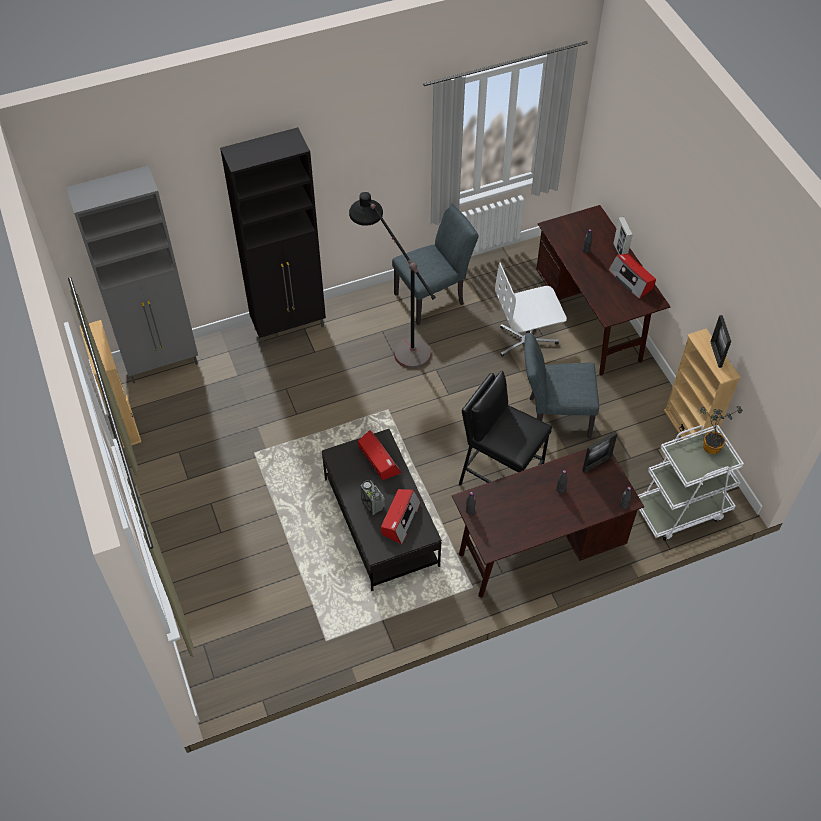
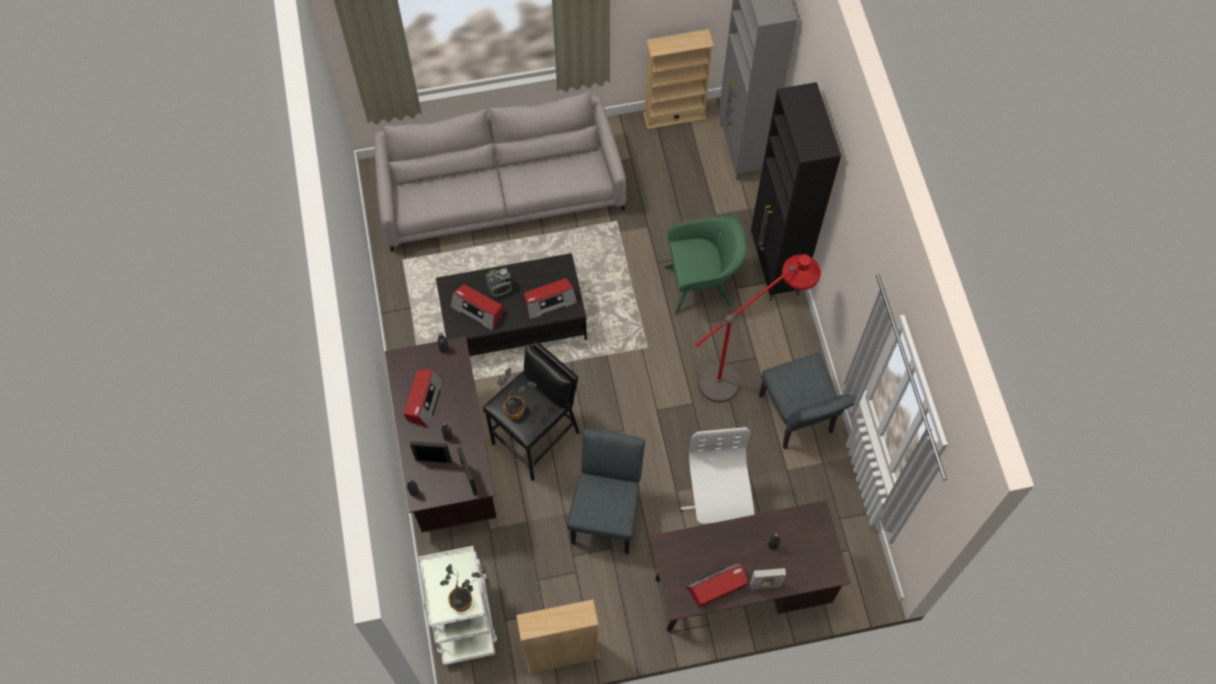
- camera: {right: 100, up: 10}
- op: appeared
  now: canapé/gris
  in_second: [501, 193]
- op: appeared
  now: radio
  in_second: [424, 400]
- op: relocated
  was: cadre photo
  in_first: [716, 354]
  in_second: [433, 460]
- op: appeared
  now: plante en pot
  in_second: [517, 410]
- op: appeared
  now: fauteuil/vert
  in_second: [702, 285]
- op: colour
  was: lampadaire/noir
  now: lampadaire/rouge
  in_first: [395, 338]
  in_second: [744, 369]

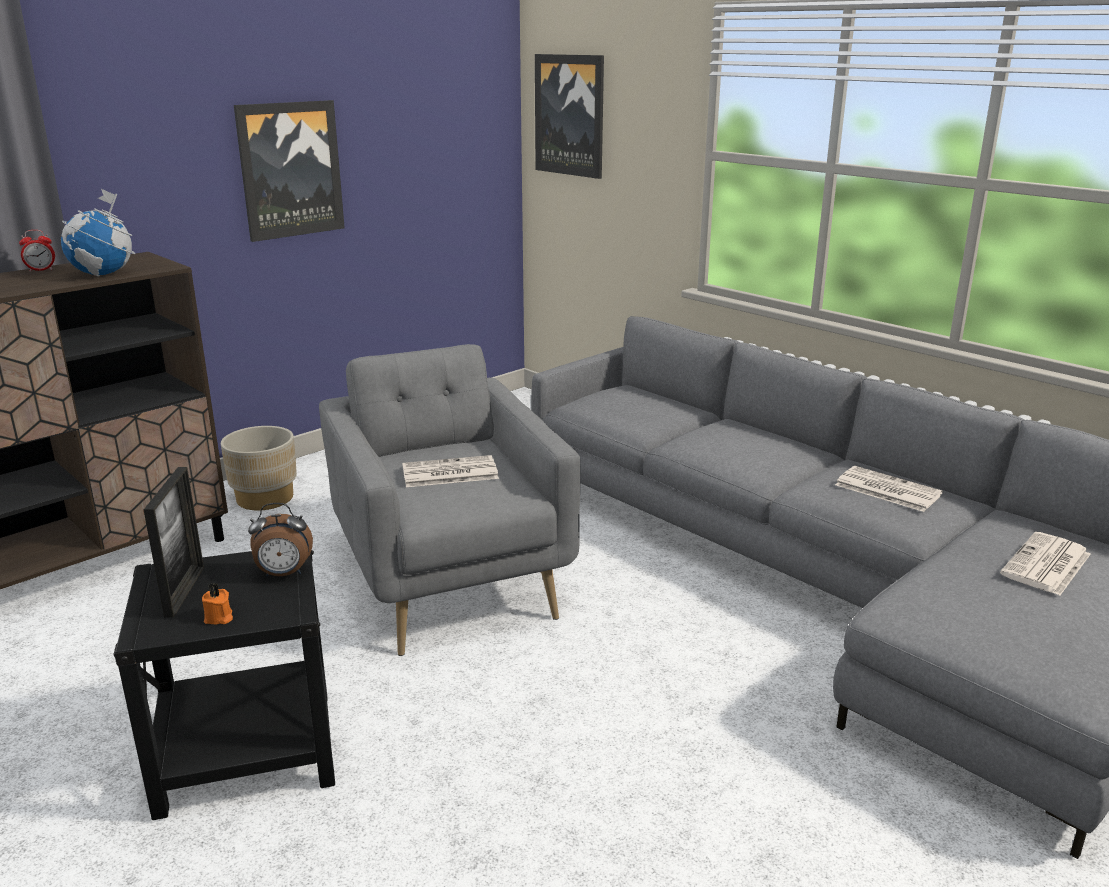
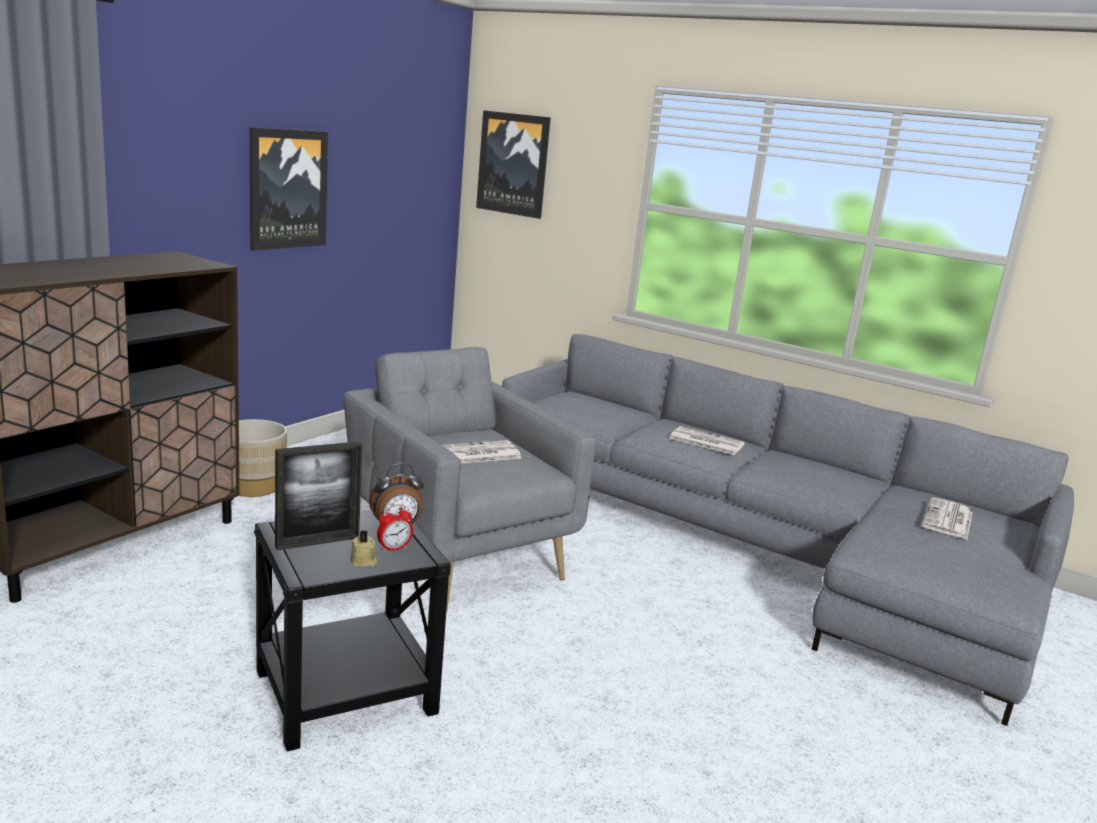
- camera: {right: -15, up: -5}
- op: spun
  was: cadre photo
  in_first: [184, 591]
  in_second: [317, 542]
  clockwise: 75
- op: colour
  was: bougie/orange
  now: bougie/beige
  in_first: [219, 618]
  in_second: [363, 562]
- op: relocated
  was: réveil
  in_first: [41, 270]
  in_second: [394, 548]
- op: relocated
  was: journal
  in_first: [886, 489]
  in_second: [705, 441]
- op: missing
  was: globe
  in_first: [104, 274]

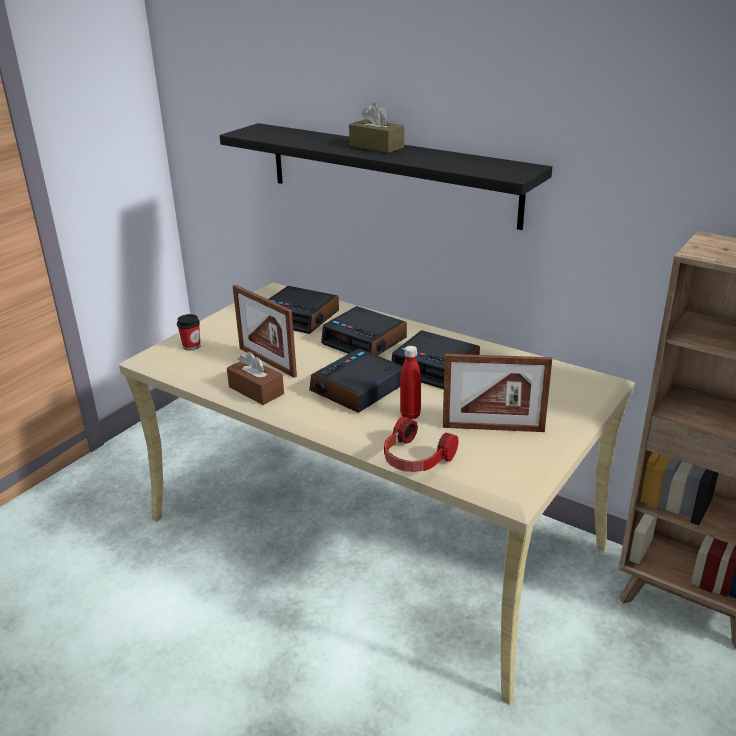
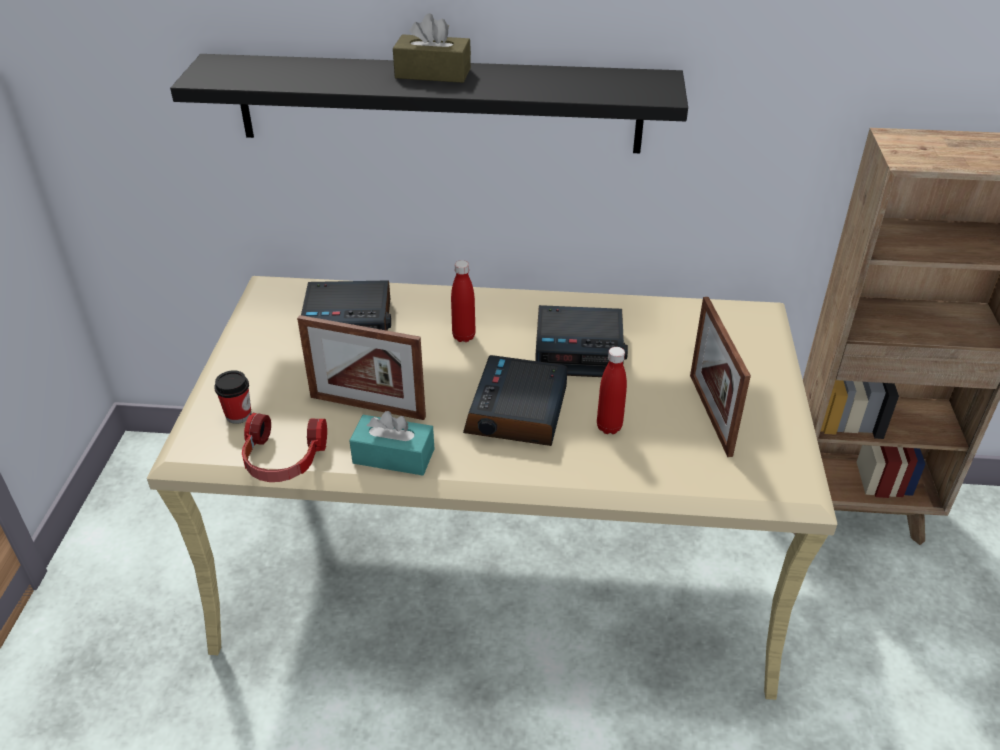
- camera: {right: -30, up: 10}
- op: relocated
  was: casque audio
  in_first: [415, 459]
  in_second: [283, 460]
- op: colour
  was: boîte à mouchoirs/marron
  now: boîte à mouchoirs/turquoise
  in_first: [256, 390]
  in_second: [393, 456]
- op: exchanged
  was: réveil
  now: bouteille/rouge
  in_first: [365, 341]
  in_second: [464, 336]
- op: spun
  was: cadre photo
  in_first: [493, 428]
  in_second: [710, 414]
  clockwise: 105

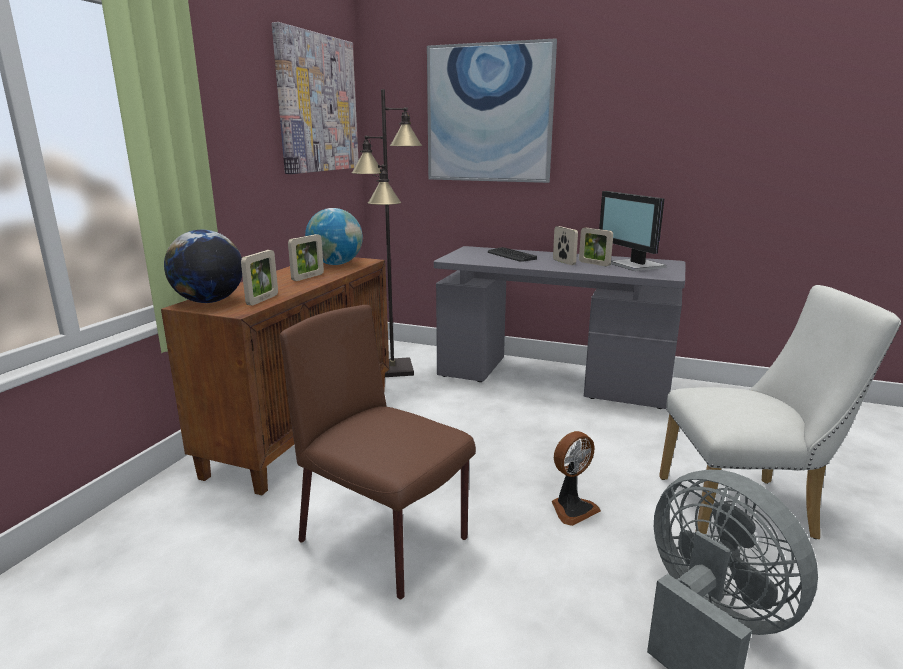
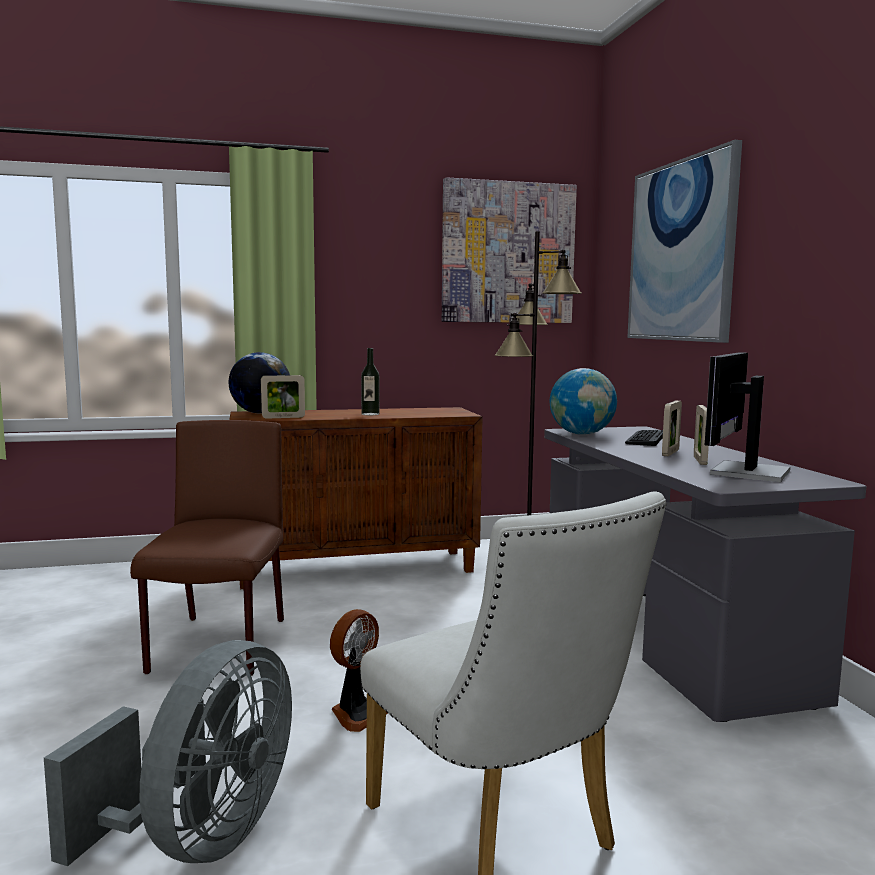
- camera: {right: 55, up: -10}
- op: spun
  was: ventilateur
  in_first: [572, 508]
  in_second: [357, 713]
  clockwise: -75
- op: exchanged
  was: cadre photo
  now: bouteille
  in_first: [308, 277]
  in_second: [370, 414]
- op: relocated
  was: globe
  in_first: [336, 264]
  in_second: [581, 434]

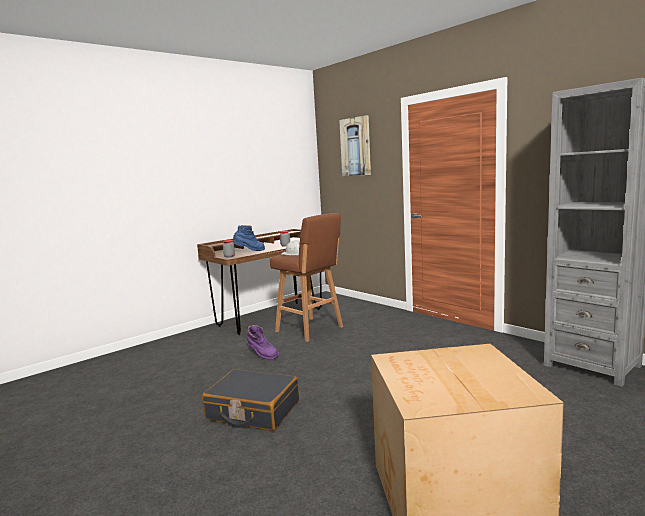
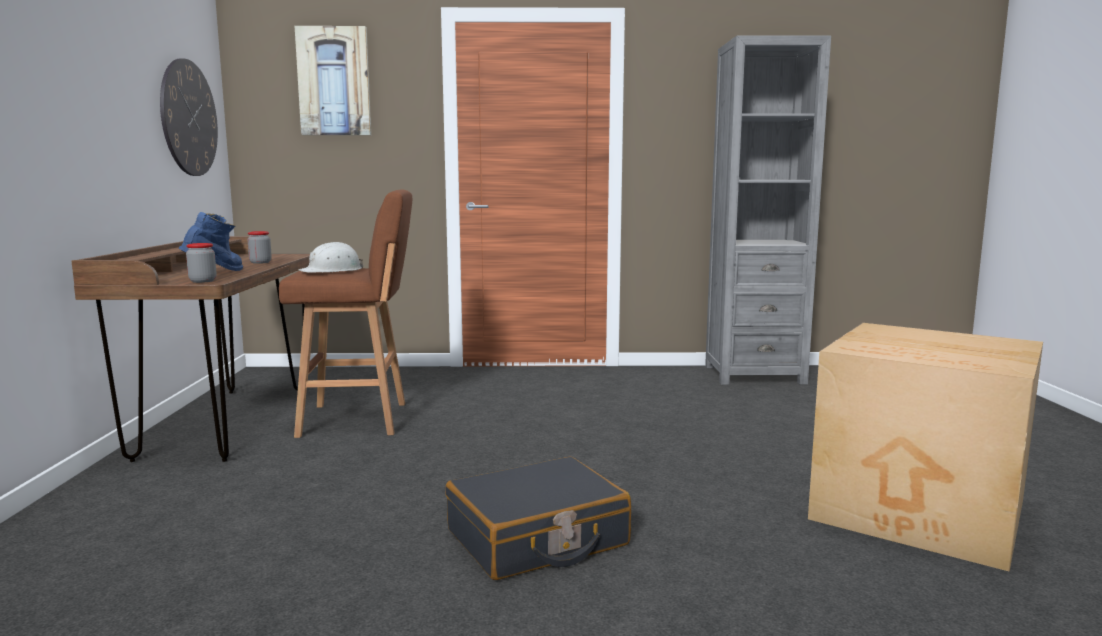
- camera: {right: -50, up: 0}
- op: appeared
  now: horloge murale
  in_second: [189, 118]
- op: missing
  was: botte/violet
  in_first: [262, 356]

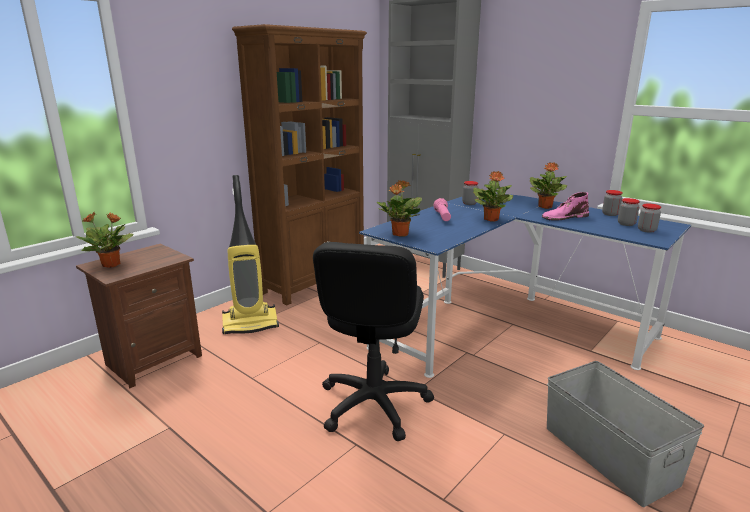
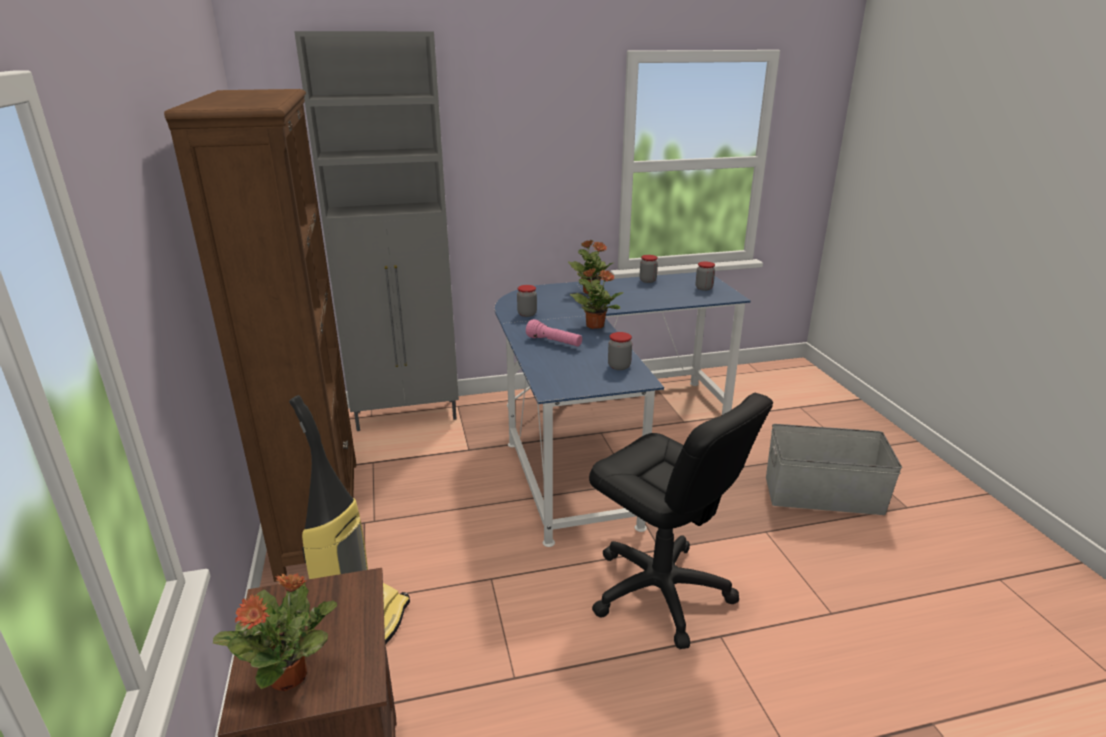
- camera: {right: -55, up: 5}
- op: relocated
  was: bocal
  in_first: [626, 224]
  in_second: [619, 366]
- op: missing
  was: plante en pot
  in_first: [399, 234]
- op: missing
  was: botte/rose
  in_first: [564, 217]

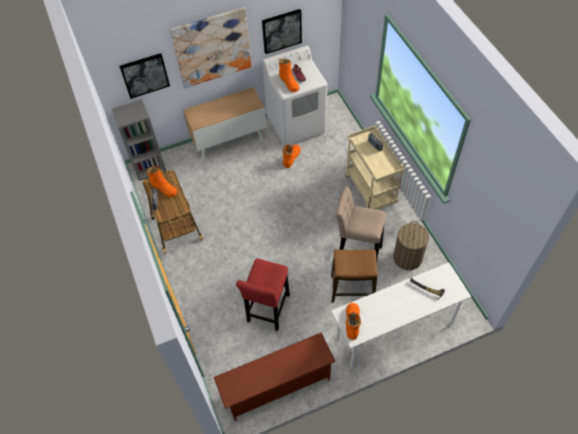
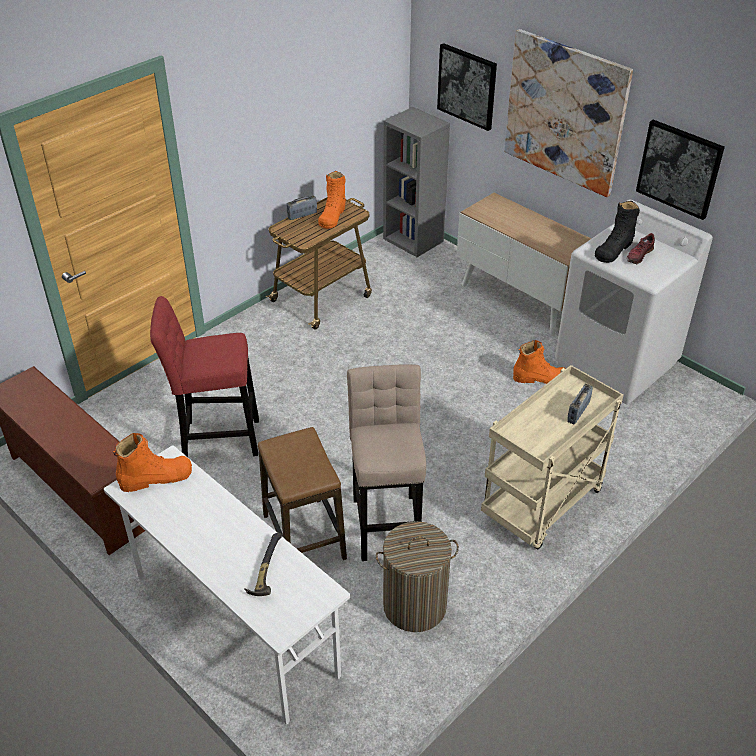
- camera: {right: 65, up: -15}
- op: colour
  was: botte/orange
  now: botte/noir
  in_first: [289, 83]
  in_second: [614, 249]

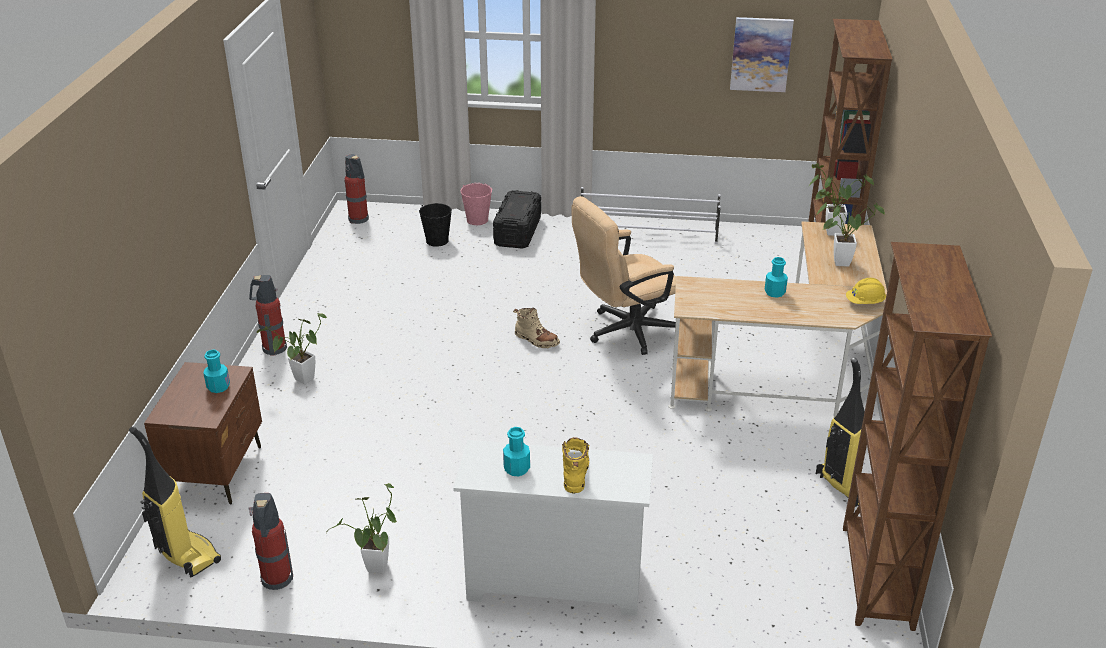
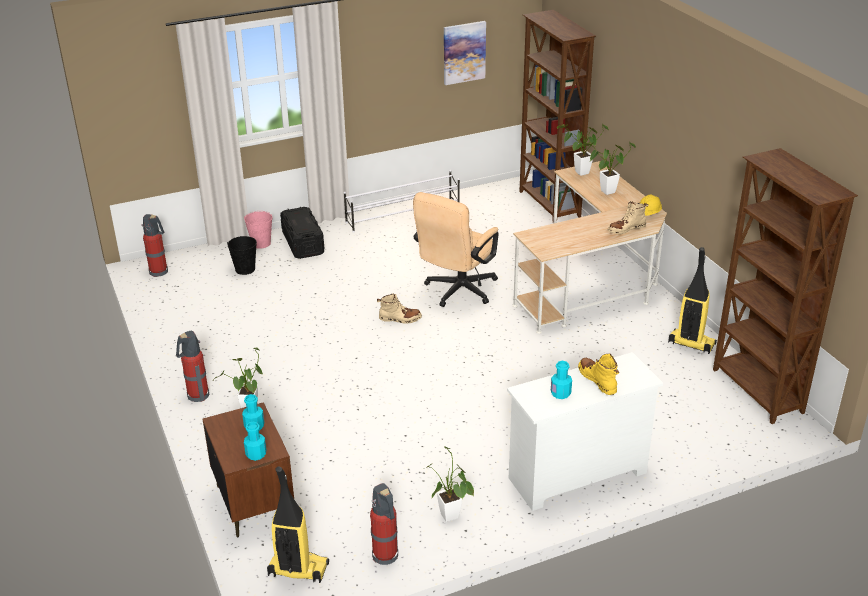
- camera: {right: -30, up: 0}
- op: relocated
  was: bouteille/turquoise
  in_first: [774, 292]
  in_second: [256, 454]
- op: appeared
  now: botte/beige
  in_second: [626, 229]

